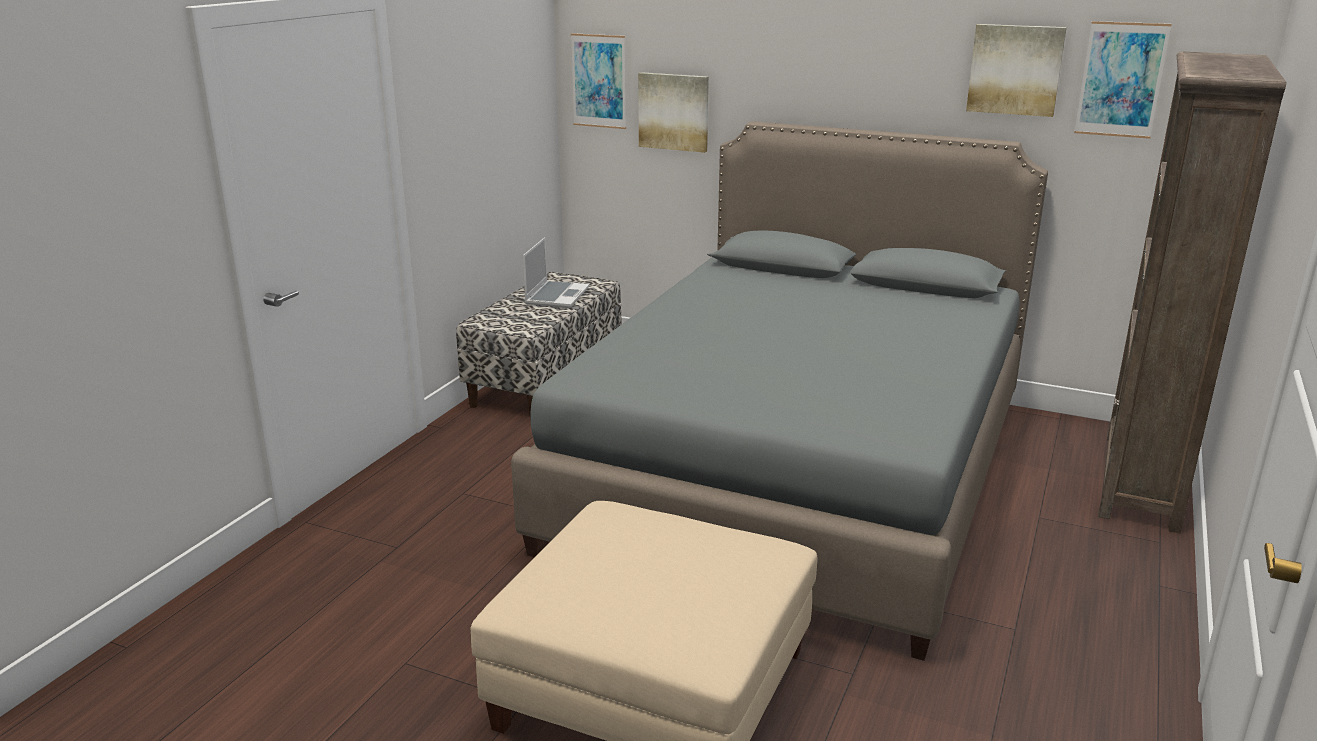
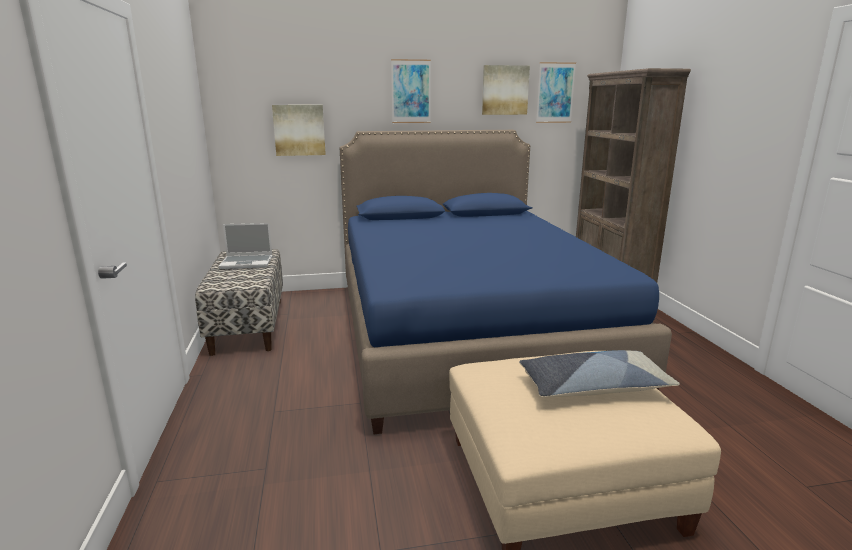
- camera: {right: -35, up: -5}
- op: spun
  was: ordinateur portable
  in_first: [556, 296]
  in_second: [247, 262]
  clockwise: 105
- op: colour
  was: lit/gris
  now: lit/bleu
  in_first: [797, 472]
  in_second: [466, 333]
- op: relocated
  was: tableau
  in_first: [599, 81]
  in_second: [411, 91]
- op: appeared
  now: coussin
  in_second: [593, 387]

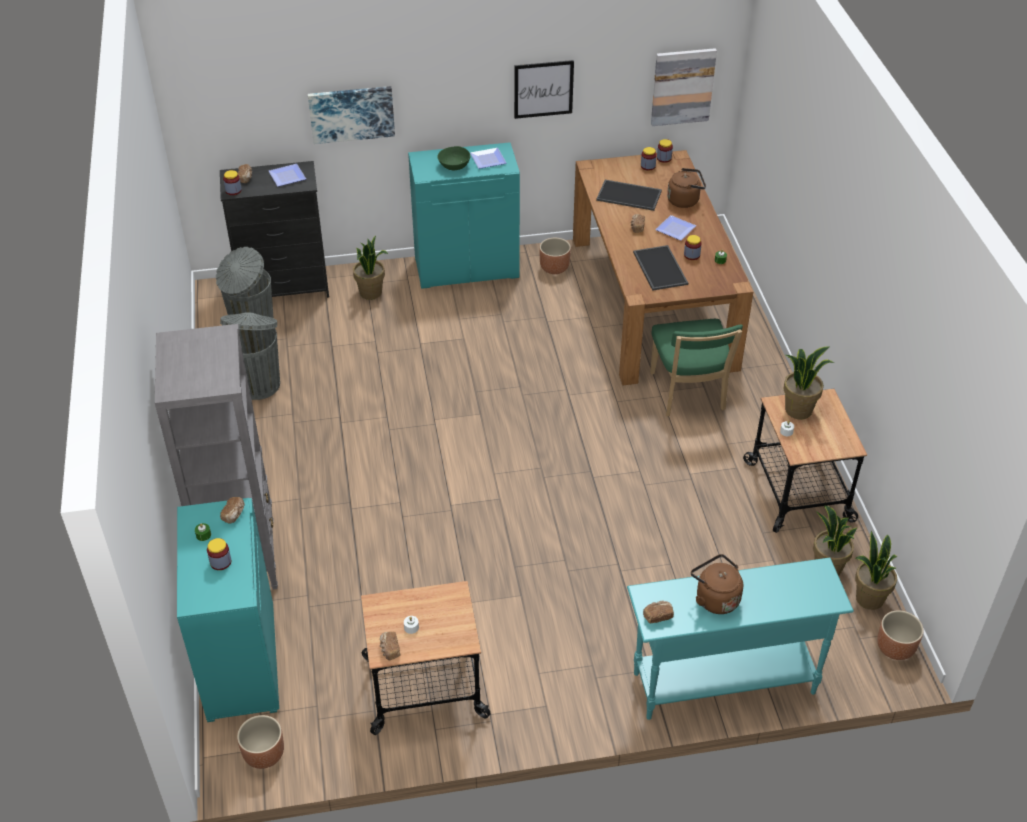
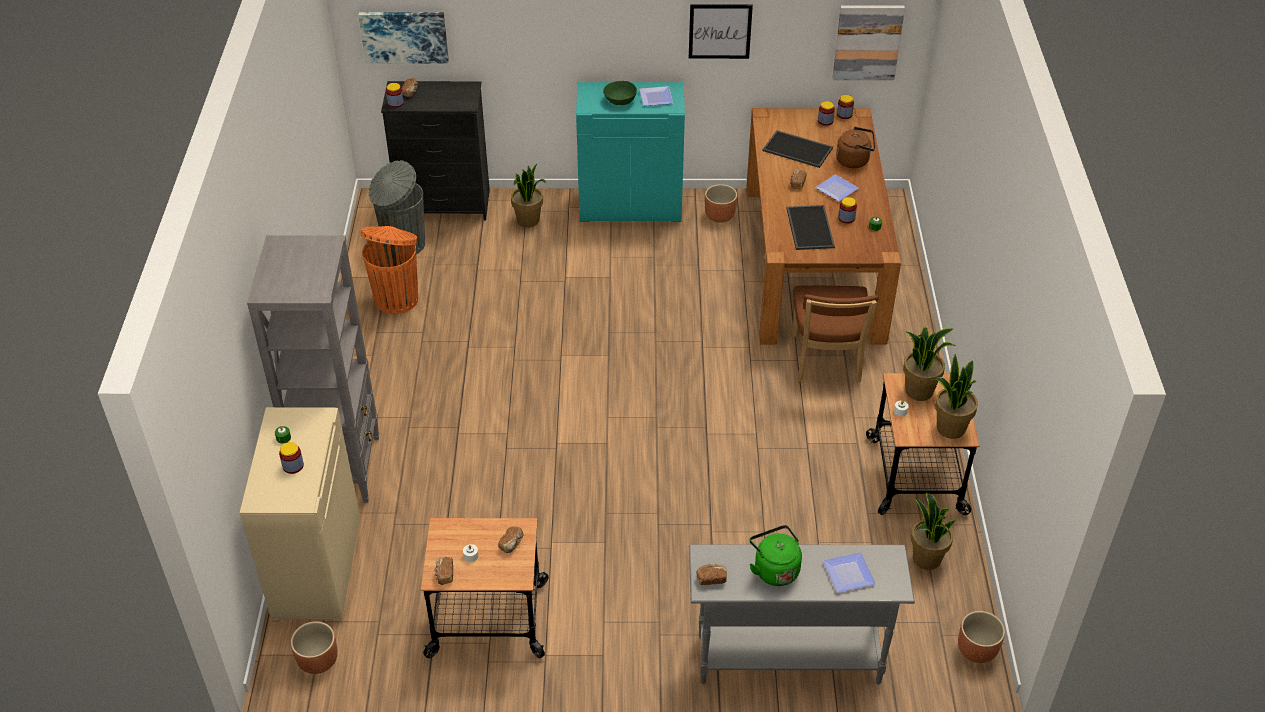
- camera: {right: 10, up: 0}
- op: colour
  was: meuble de rangement/turquoise
  now: meuble de rangement/beige
  in_first: [239, 661]
  in_second: [316, 567]
- op: relocated
  was: tableau
  in_first: [351, 113]
  in_second: [404, 36]
- op: colour
  was: poubelle/gris
  now: poubelle/orange
  in_first: [259, 383]
  in_second: [397, 298]
- op: relocated
  was: pain
  in_first: [234, 514]
  in_second: [512, 544]
- op: colour
  was: table console/turquoise
  now: table console/gris
  in_first: [723, 682]
  in_second: [787, 658]
- op: colour
  was: bouilloire/marron
  now: bouilloire/vert
  in_first: [715, 598]
  in_second: [774, 569]
- op: colour
  was: chaise/vert
  now: chaise/marron
  in_first: [688, 394]
  in_second: [826, 362]
- op: relocated
  was: assiette
  in_first: [288, 177]
  in_second: [850, 575]
- op: relocated
  was: plante en pot
  in_first: [869, 598]
  in_second: [950, 428]

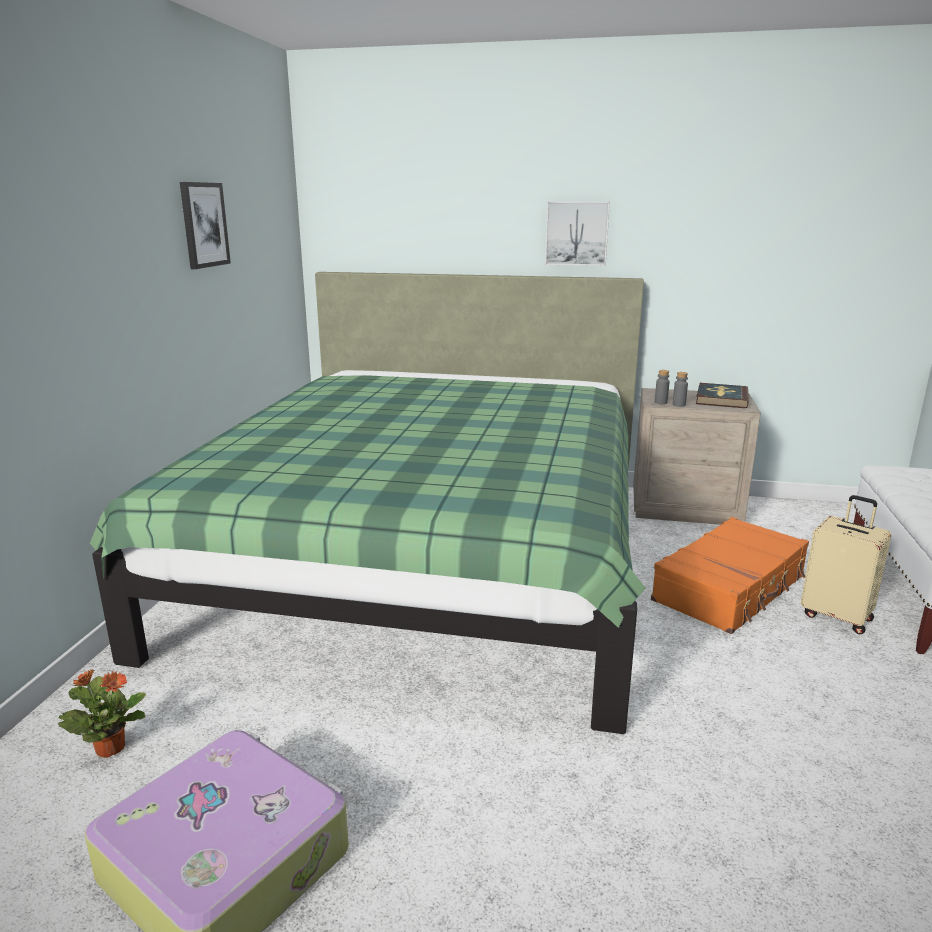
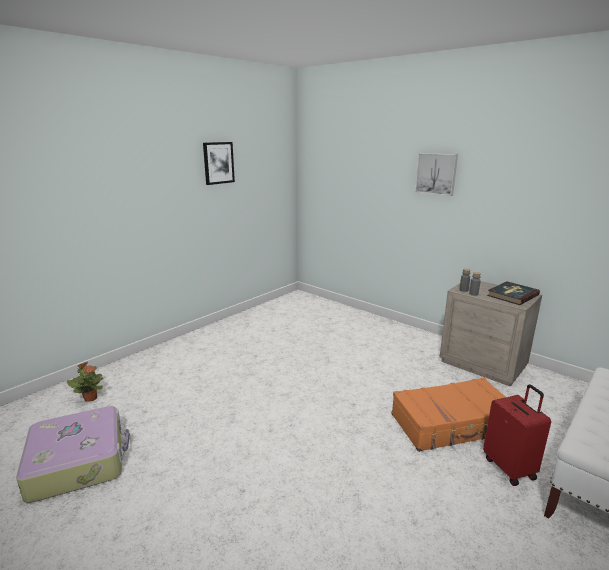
- camera: {right: 30, up: 0}
- op: colour
  was: valise/beige
  now: valise/rouge
  in_first: [837, 616]
  in_second: [510, 468]
- op: missing
  was: lit/vert
  in_first: [427, 557]

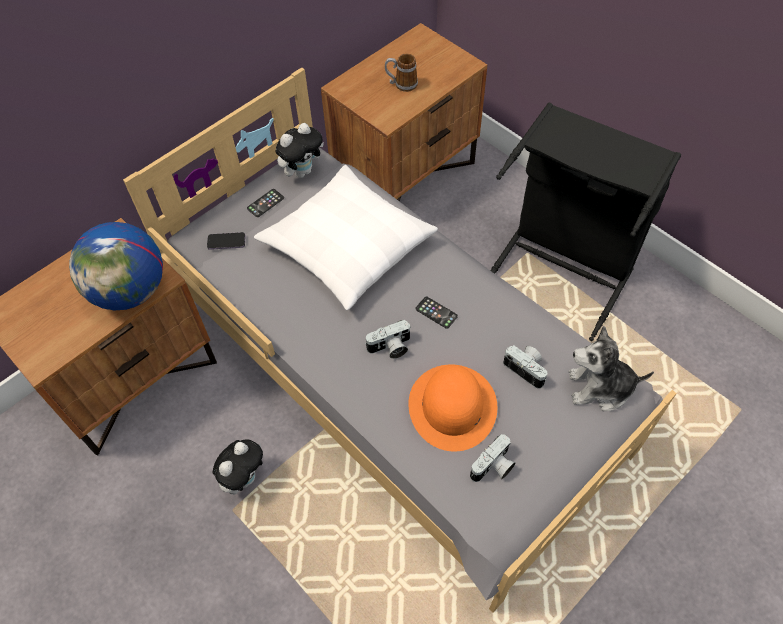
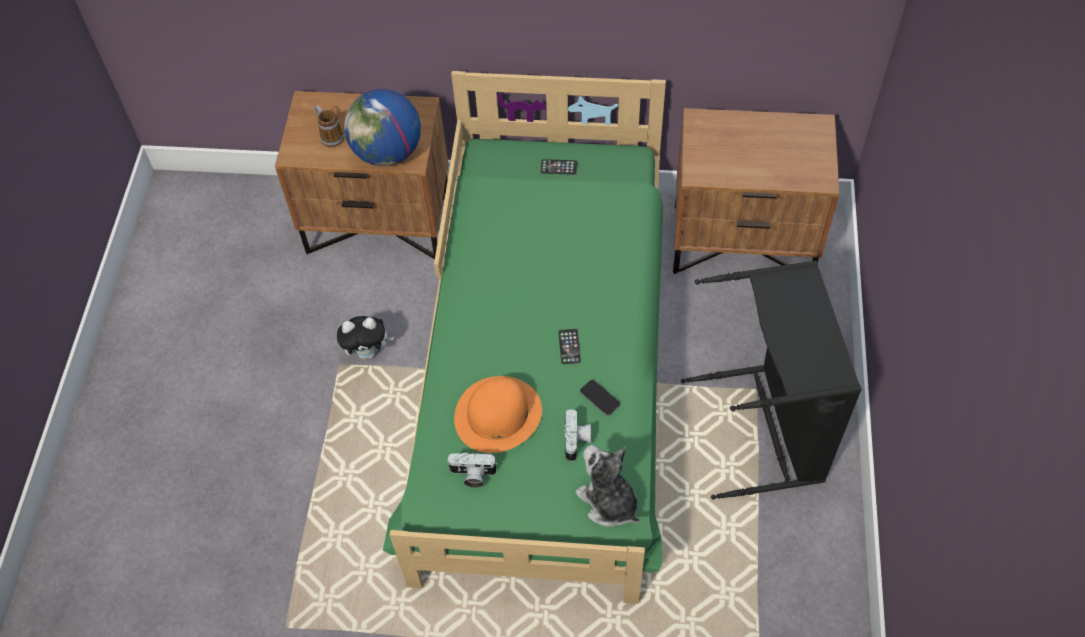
- camera: {right: 50, up: 0}
- op: relocated
  was: mug
  in_first: [401, 84]
  in_second: [329, 135]
- op: colour
  was: lit/gris
  now: lit/vert
  in_first: [395, 369]
  in_second: [545, 377]
- op: relocated
  was: téléphone
  in_first: [226, 242]
  in_second: [599, 398]
- op: missing
  was: coussin/blanc
  in_first: [347, 245]
- op: missing
  was: peluche
  in_first: [302, 171]
- op: missing
  was: appareil photo
  in_first: [390, 348]

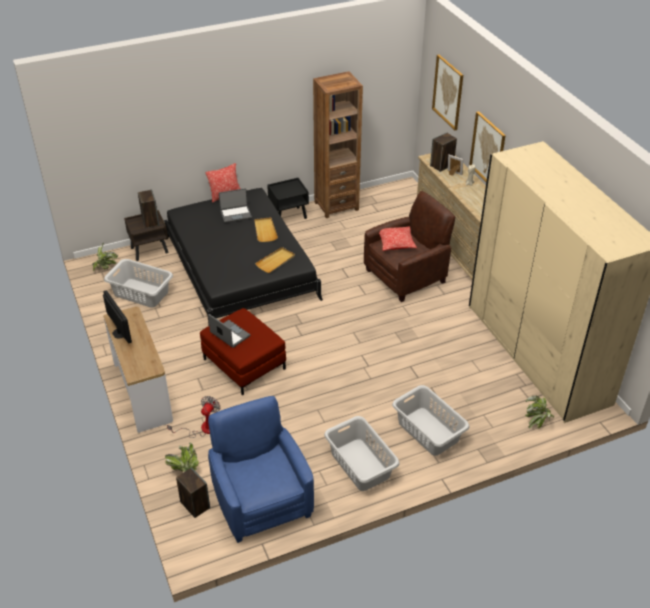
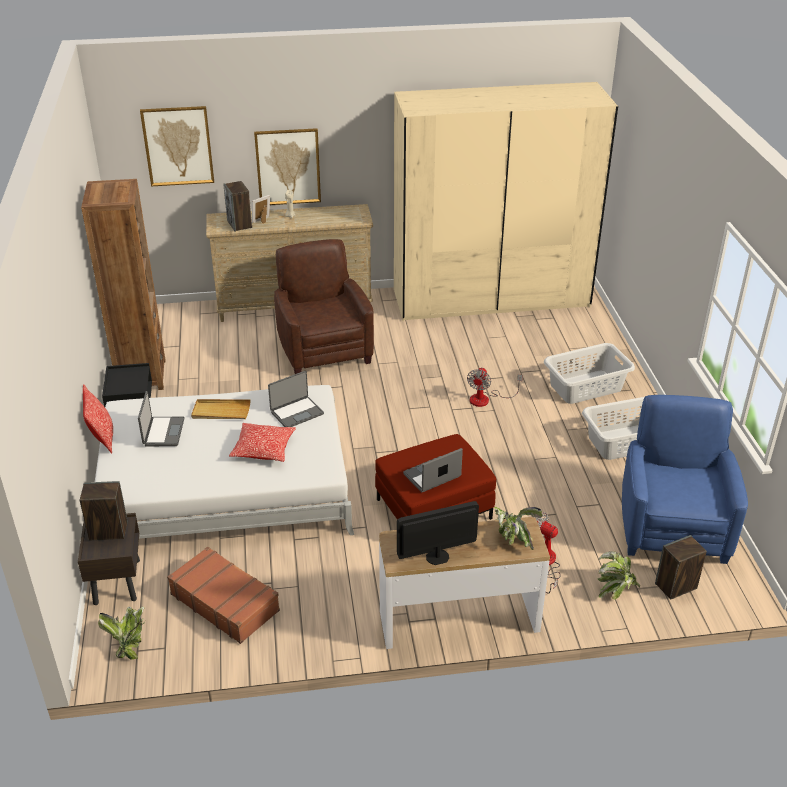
- camera: {right: -75, up: -5}
- op: colour
  was: lit/noir
  now: lit/blanc
  in_first: [240, 268]
  in_second: [226, 485]
- op: exchanged
  was: panier à linge/gris
  now: valise/marron
  in_first: [141, 293]
  in_second: [225, 602]
- op: relocated
  was: coussin
  in_first: [396, 243]
  in_second: [263, 449]
- op: exchanged
  was: plateau/beige
  now: ordinateur portable
  in_first: [275, 261]
  in_second: [296, 412]
- op: appeared
  now: ventilateur
  in_second: [486, 399]
- op: relocated
  was: plante en pot
  in_first: [537, 421]
  in_second: [513, 539]
- op: spun
  was: fauteuil/bleu
  in_first: [261, 500]
  in_second: [672, 527]
  clockwise: 105

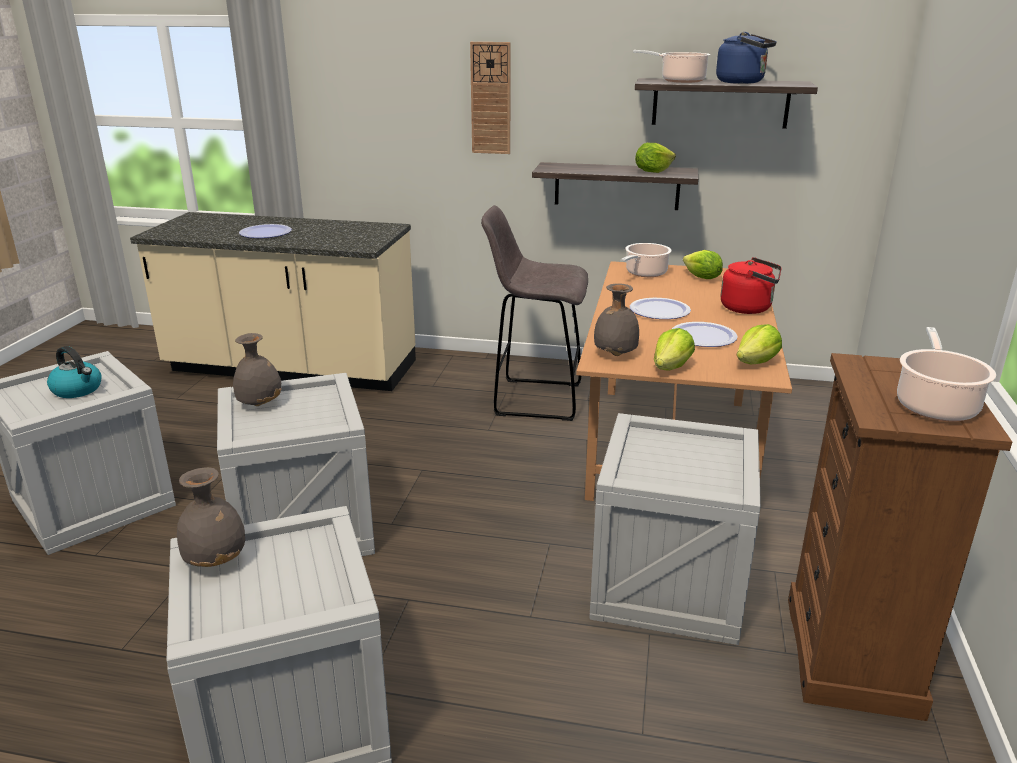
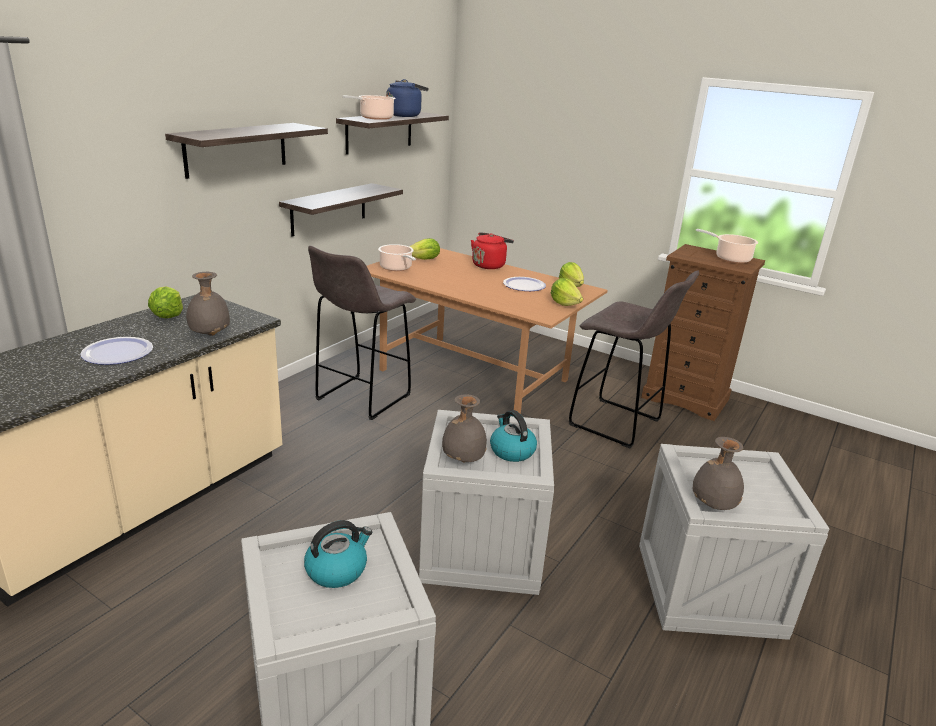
- camera: {right: -70, up: 0}
- op: relocated
  was: laitue
  in_first: [652, 171]
  in_second: [168, 316]
- op: exchanged
  was: horloge murale
  now: étagère
  in_first: [491, 98]
  in_second: [236, 149]
- op: relocated
  was: vase/gris
  in_first: [614, 354]
  in_second: [209, 335]
- op: appeared
  now: bouilloire
  in_second: [511, 451]
- op: exchanged
  was: caisse
  now: tabouret/gris
  in_first: [666, 585]
  in_second: [617, 424]
- op: missing
  was: assiette
  in_first: [659, 310]

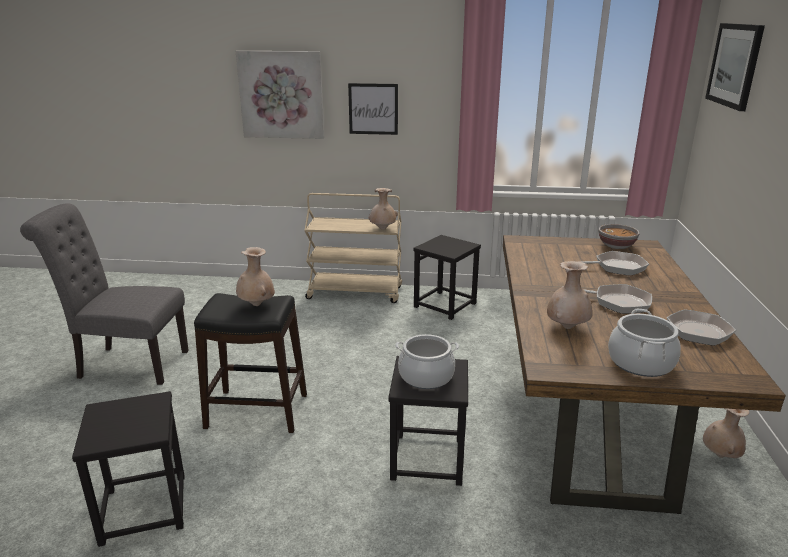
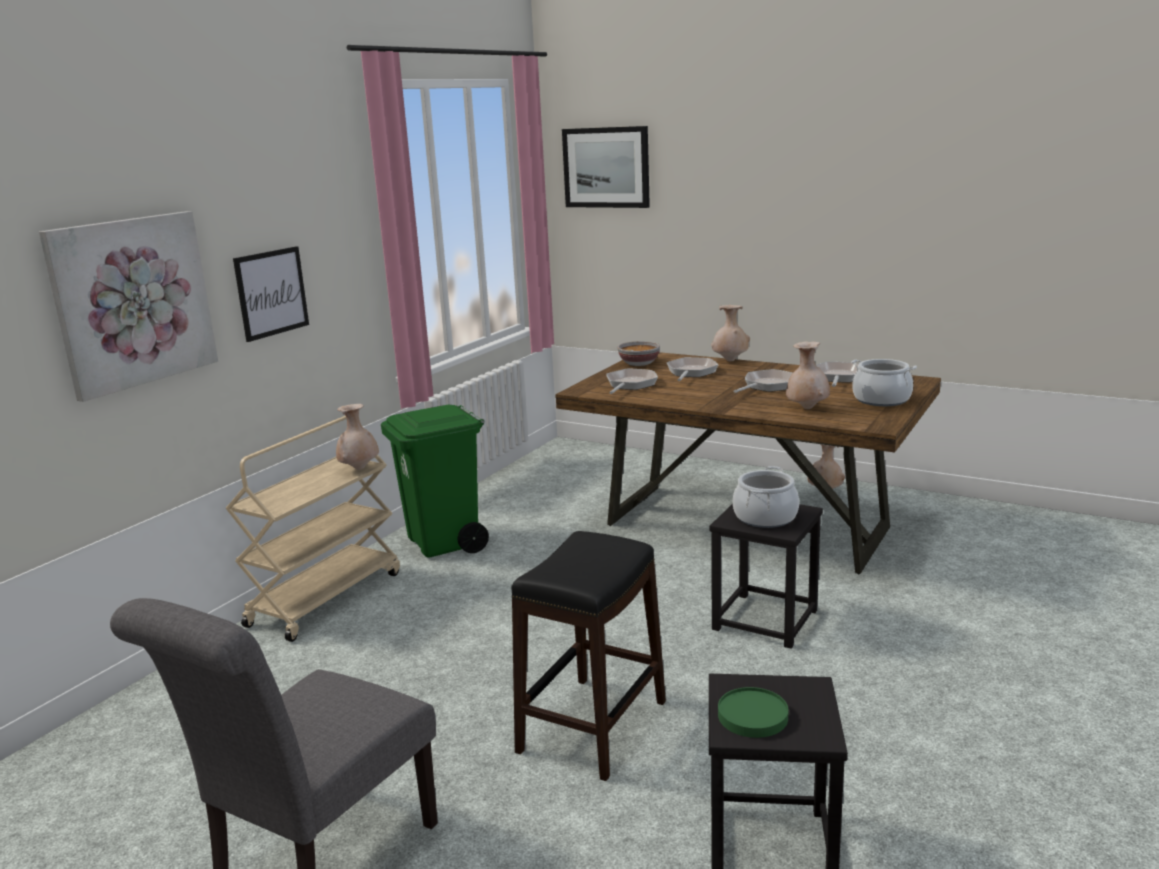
- camera: {right: -65, up: -5}
- op: exchanged
  was: tabouret/noir
  now: poubelle/vert
  in_first: [445, 305]
  in_second: [445, 543]
- op: appeared
  now: poêle
  in_second: [630, 385]
- op: relocated
  was: vase/beige
  in_first: [257, 305]
  in_second: [730, 361]
- op: appeared
  now: assiette/vert
  in_second: [752, 716]

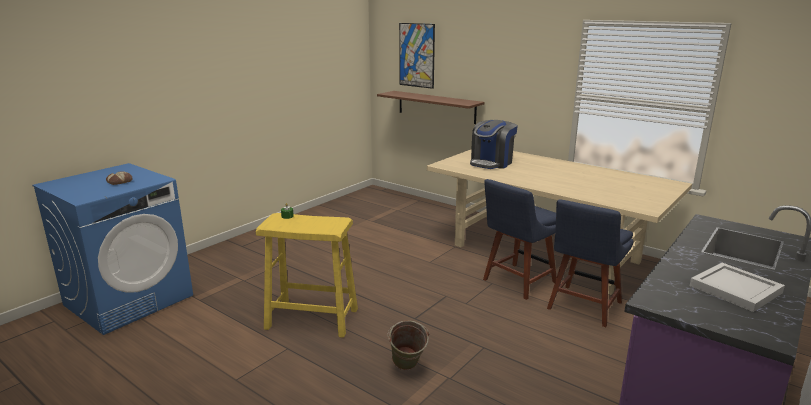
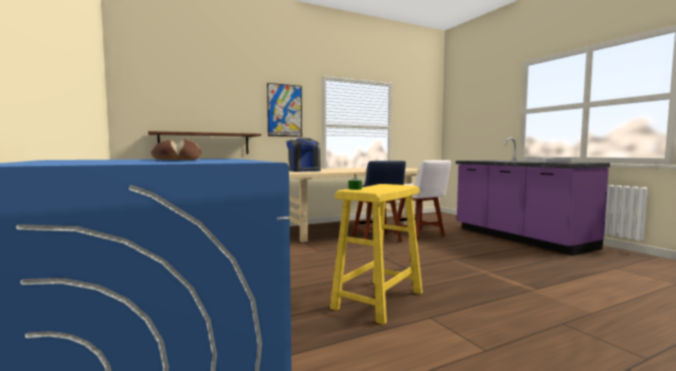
- camera: {right: -65, up: -15}
- op: relocated
  was: tableau
  in_first: [416, 55]
  in_second: [284, 110]
- op: colour
  was: chaise/bleu
  now: chaise/blanc
  in_first: [583, 307]
  in_second: [420, 235]
- op: missing
  was: seau/vert
  in_first: [407, 369]

